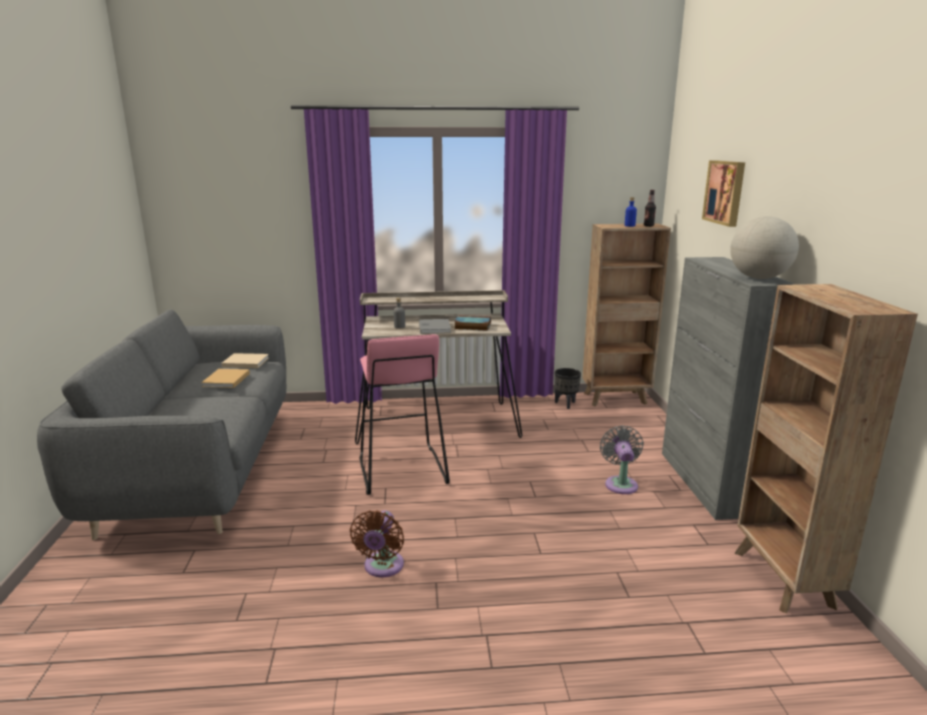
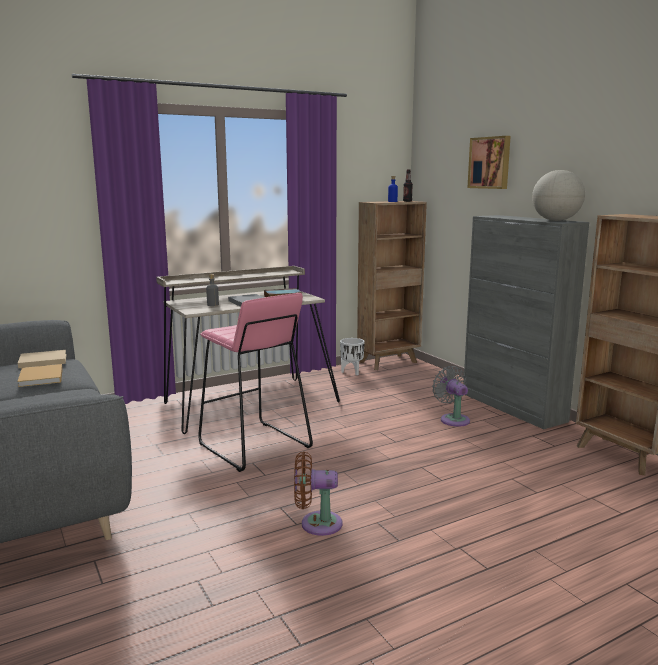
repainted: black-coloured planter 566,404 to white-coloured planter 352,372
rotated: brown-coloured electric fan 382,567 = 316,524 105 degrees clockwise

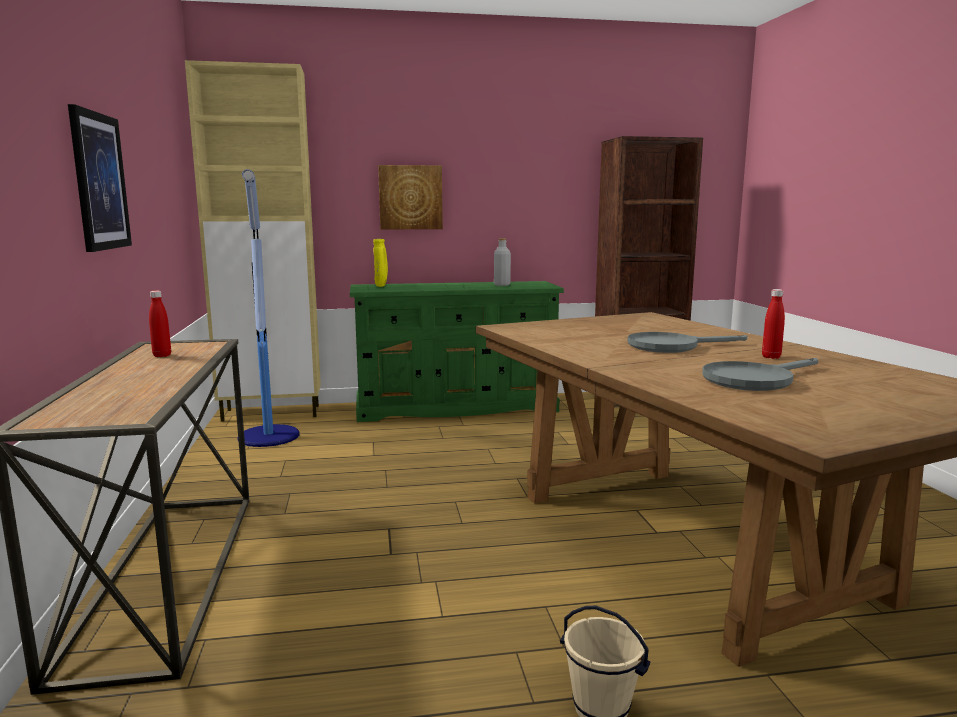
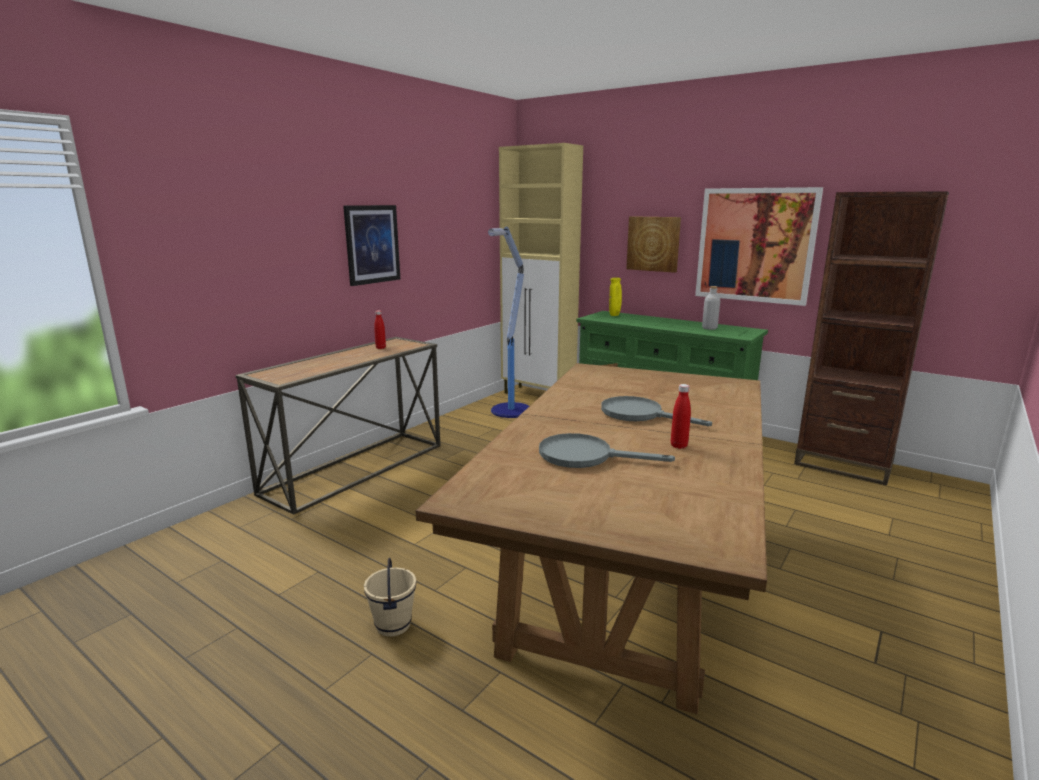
new: picture 755,245

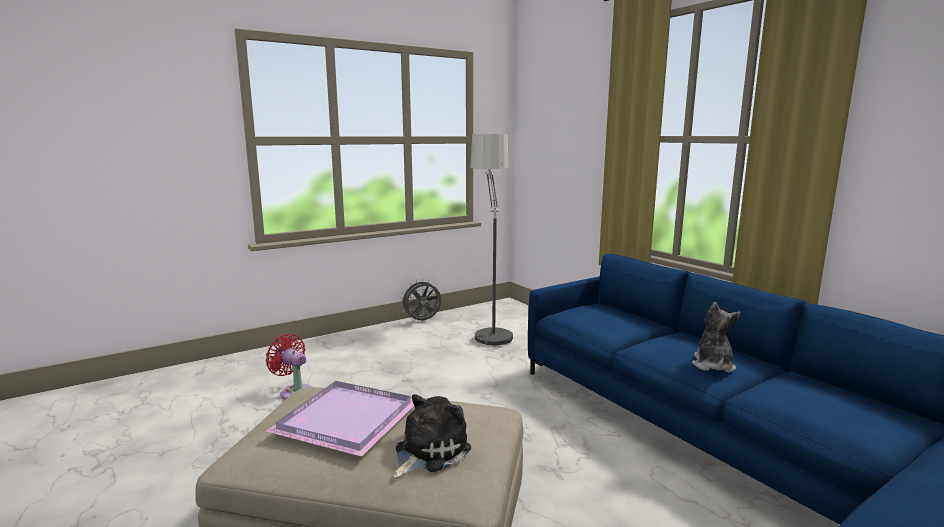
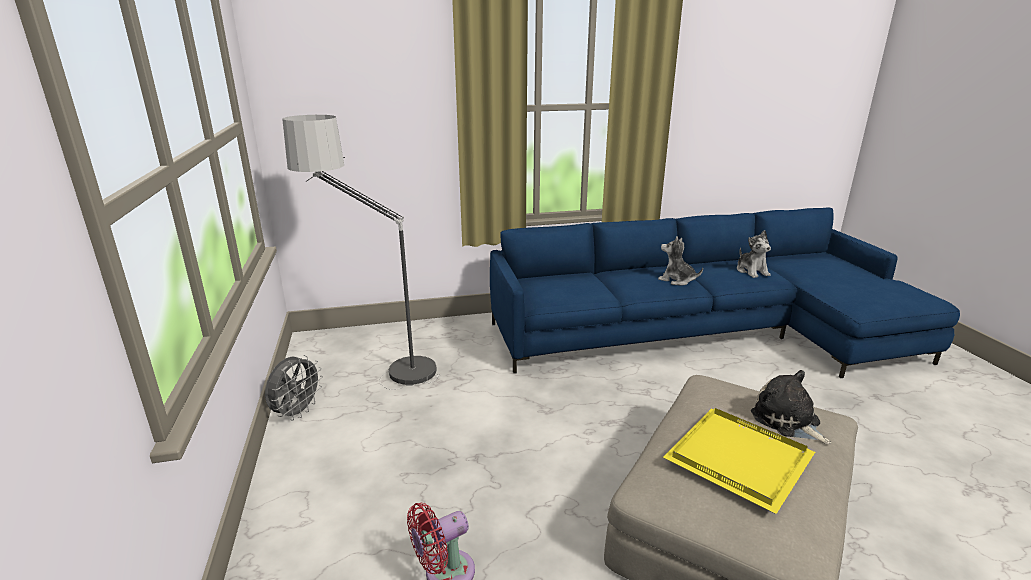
new: plush toy 751,271
repainted: purple-coloured serving tray 347,421 to yellowish serving tray 741,458
rotated: grey electric fan 422,321 = 297,412 150 degrees counterclockwise

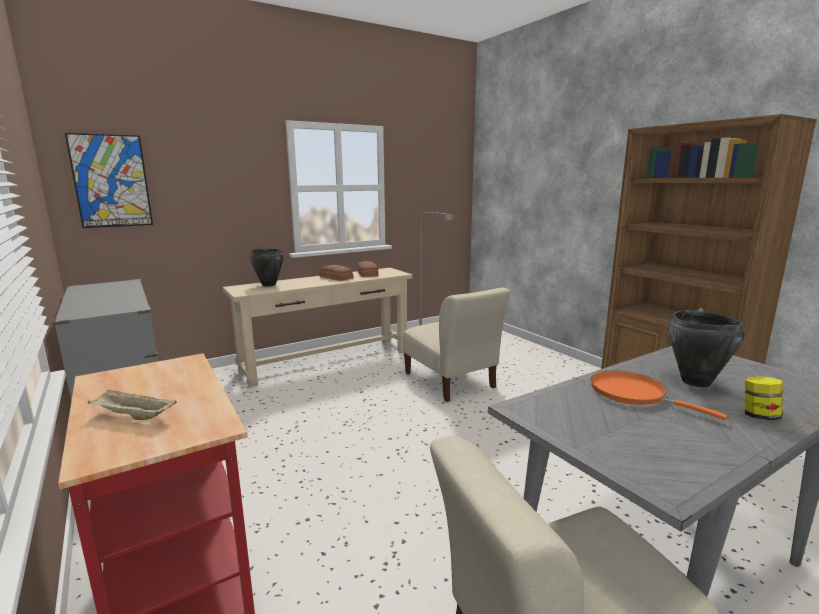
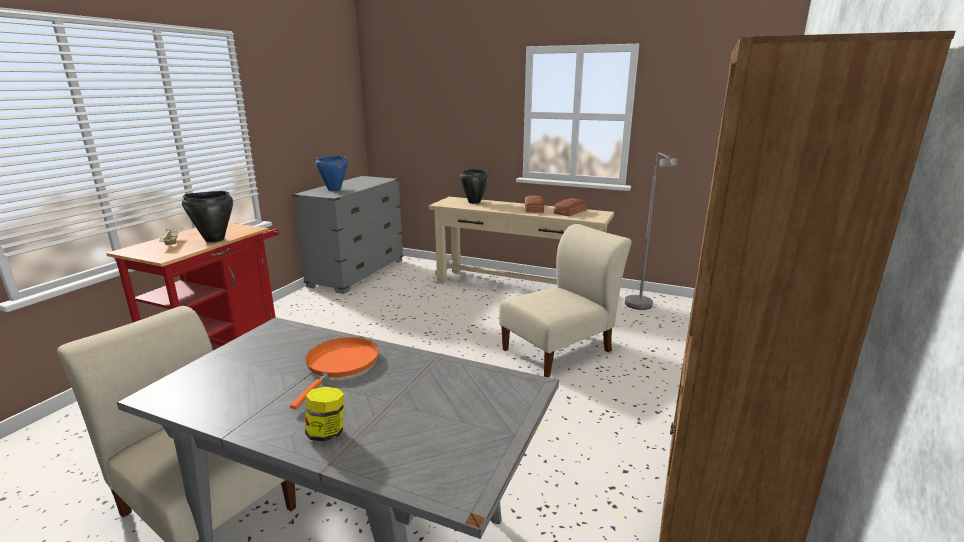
gone: picture 111,181
new: blue-coloured saucepot 334,189
shifted: black-coloured saucepot 695,382 to 214,239
rotated: sand-coloured plain chair 451,382 = 560,349 150 degrees counterclockwise

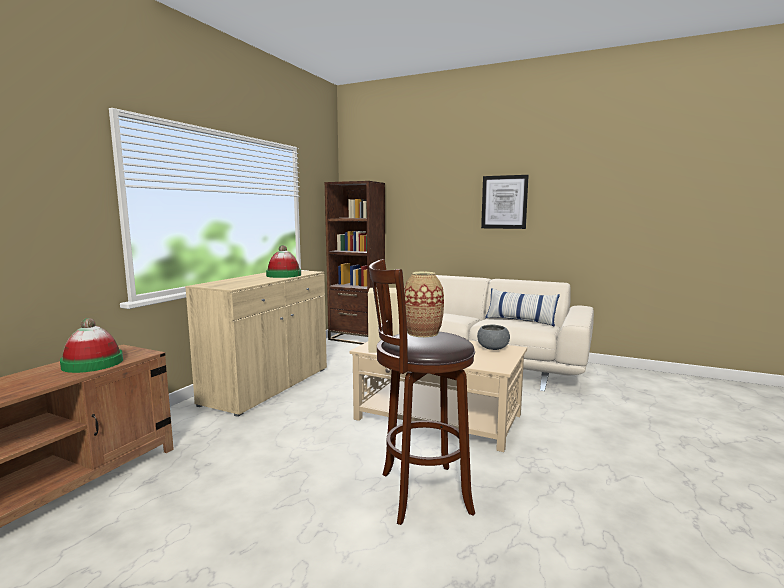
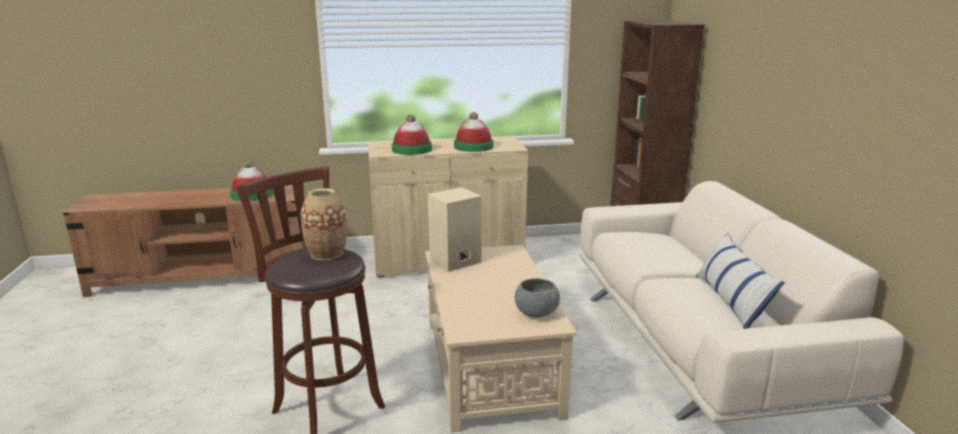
gone: picture 504,202
new: clothing hat 411,149

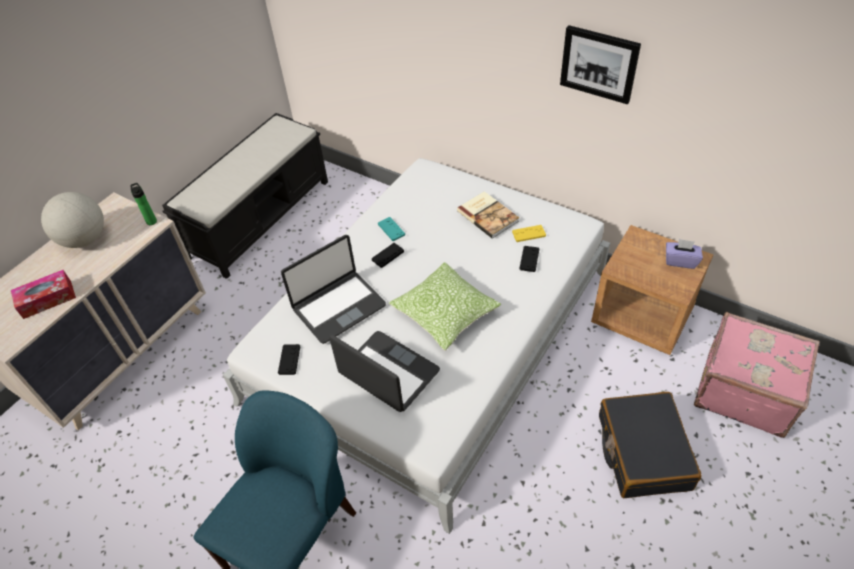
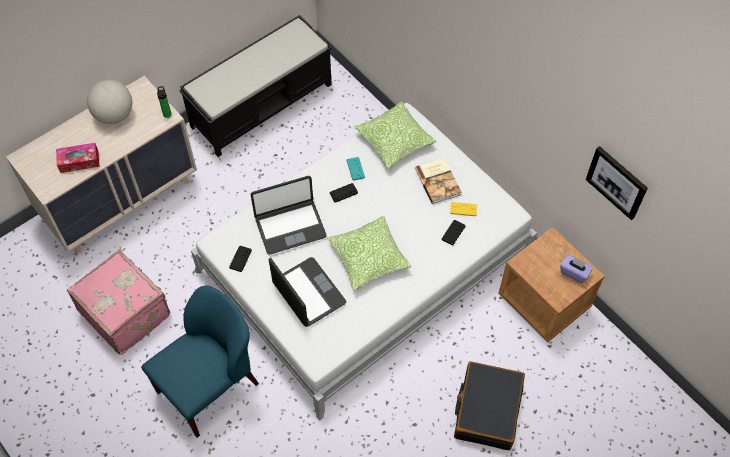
new: cushion 394,141
shifted: pink-coloured piece of luggage 744,390 to 126,312; picture 599,63 to 617,182

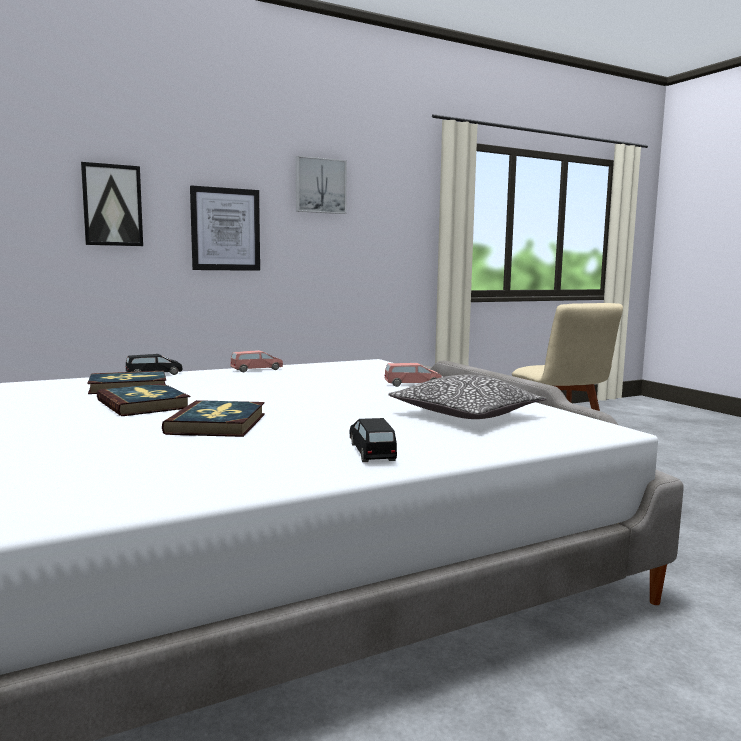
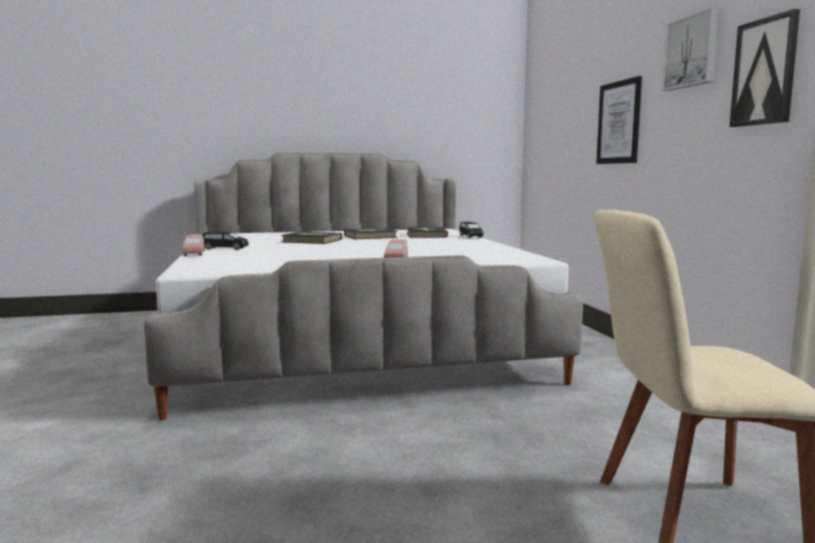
gone: cushion 465,415
shifted: pink-coloured toy car 256,370 to 194,253; picture 112,205 to 765,72

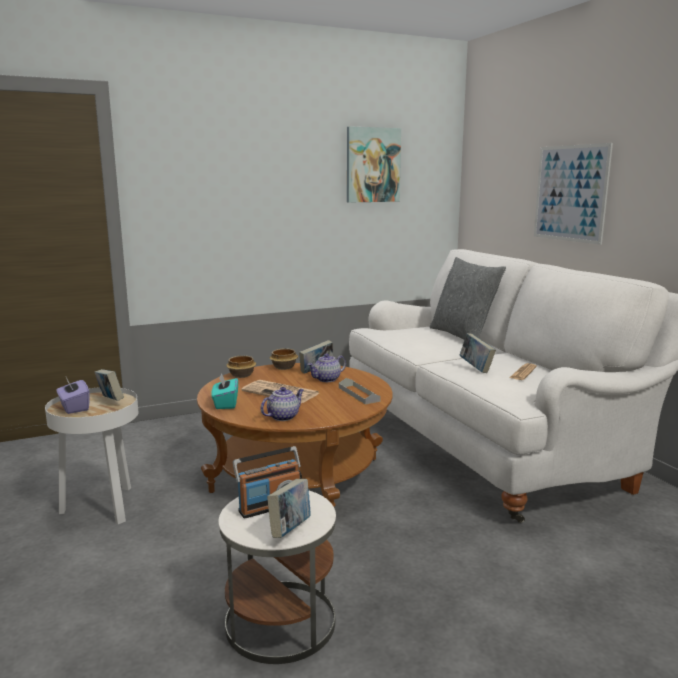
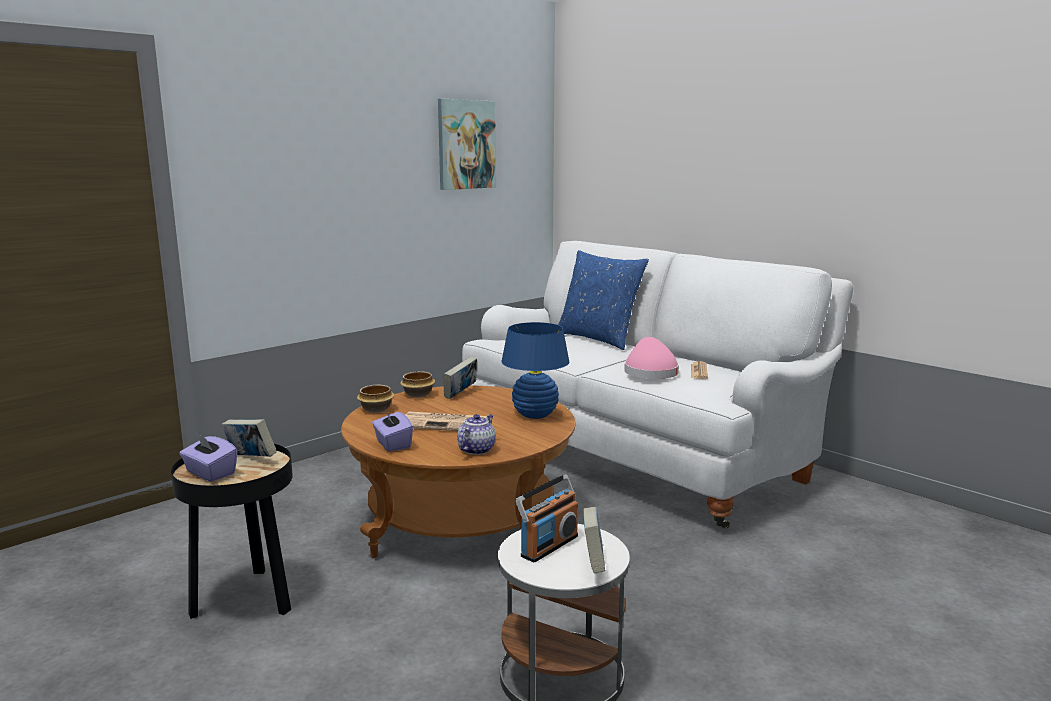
gone: pot for tea 327,379; picture 570,193
swapped: grey serving tray 358,394 to blue-coloured lamp for a table 535,415; volume 476,368 to pink-coloured clothing hat 649,372
repainted: white-coloured accent table 103,507 to black-coloured accent table 245,598; turquoise tissue box 225,403 to purple-coloured tissue box 392,444; grey cushion 463,336 to blue-coloured cushion 598,339

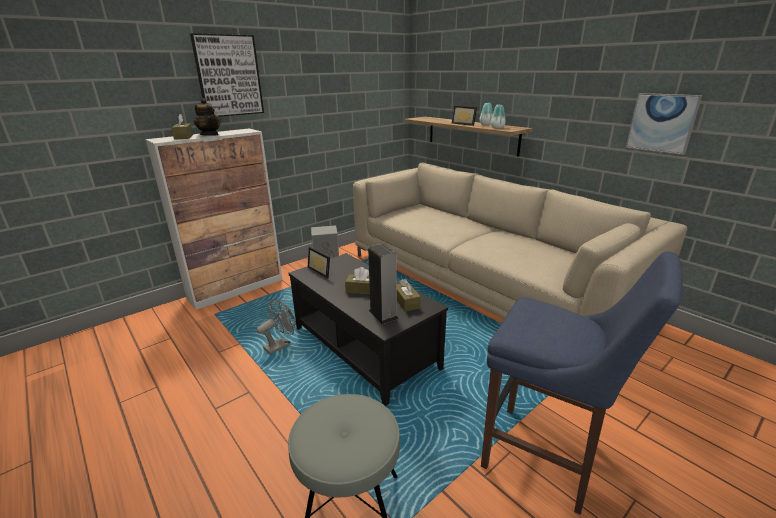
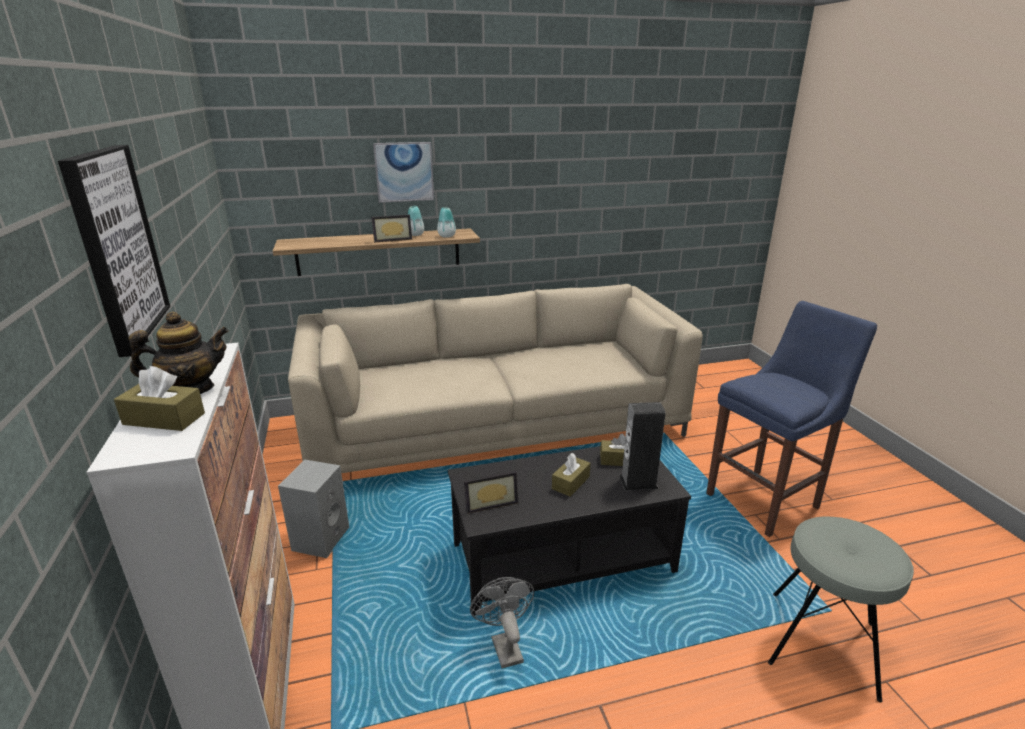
shifted: picture 662,123 to 404,172

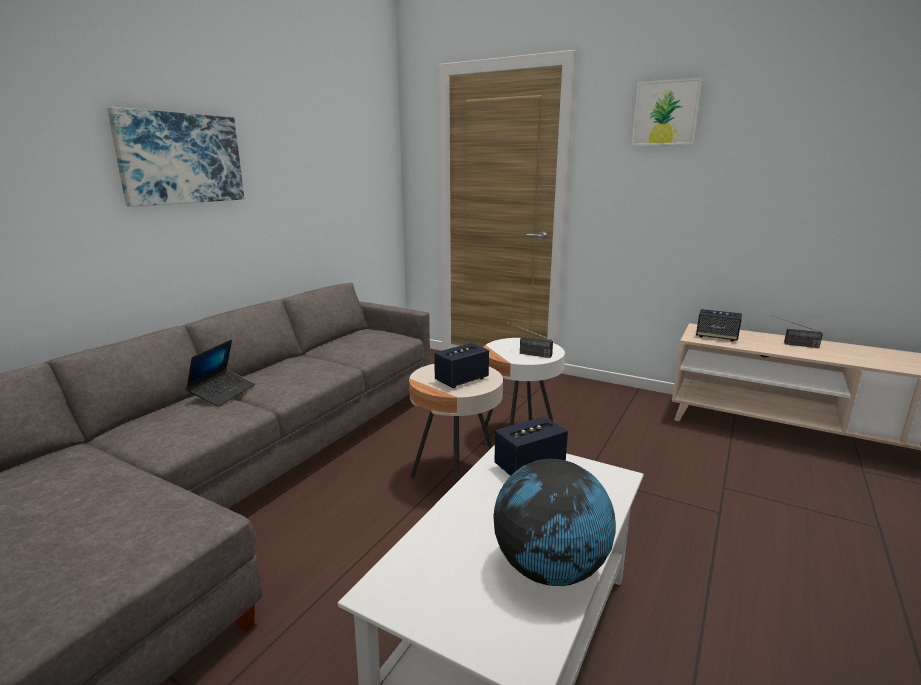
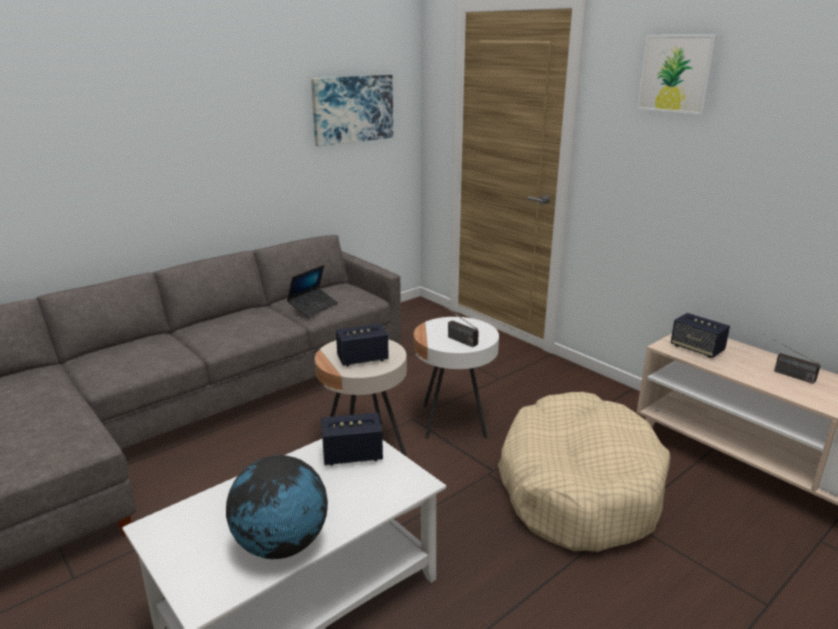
new: sand-coloured dog cushion 578,487
shifted: notebook computer 223,393 to 313,306; picture 180,158 to 352,109

